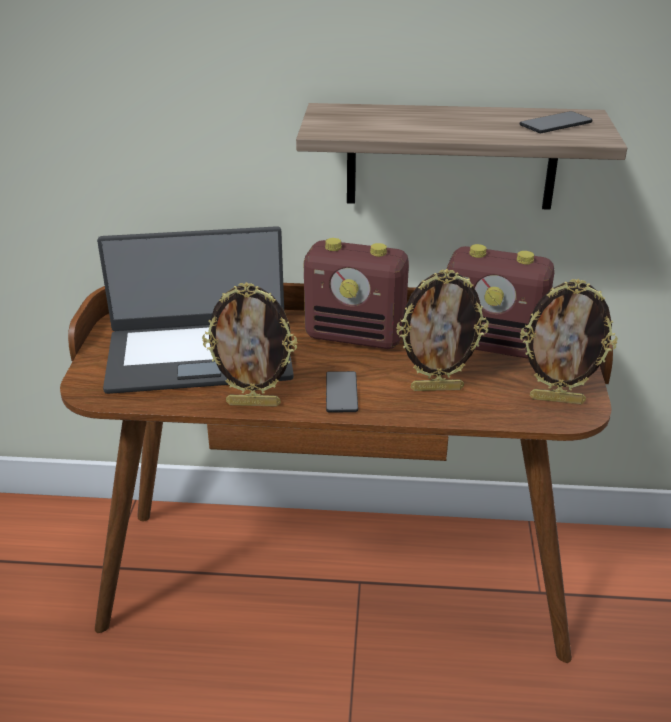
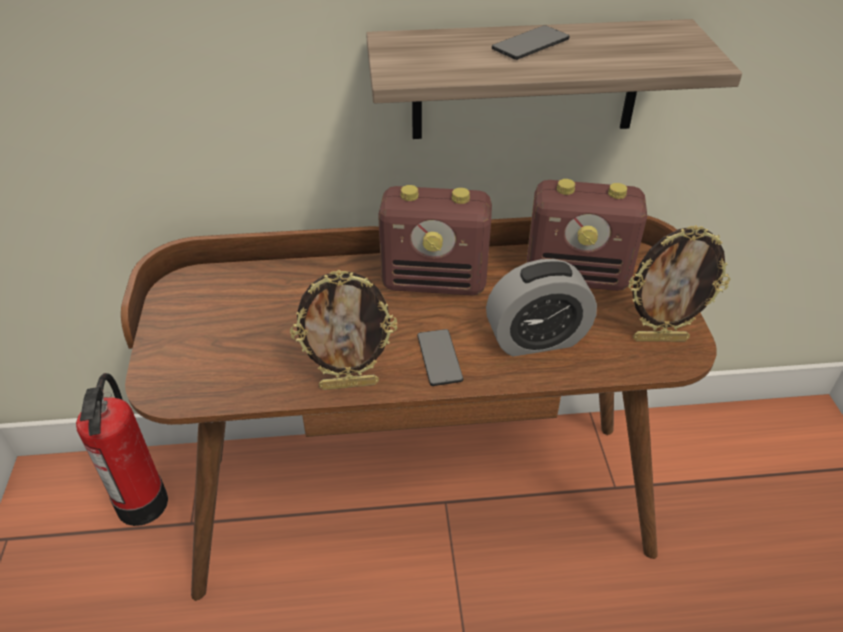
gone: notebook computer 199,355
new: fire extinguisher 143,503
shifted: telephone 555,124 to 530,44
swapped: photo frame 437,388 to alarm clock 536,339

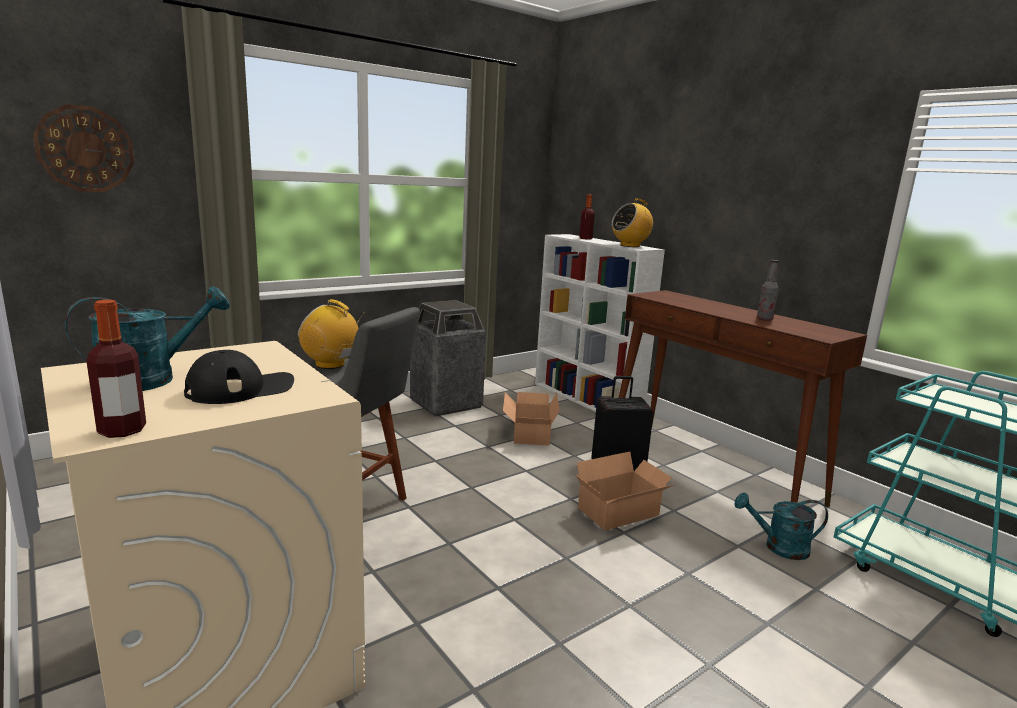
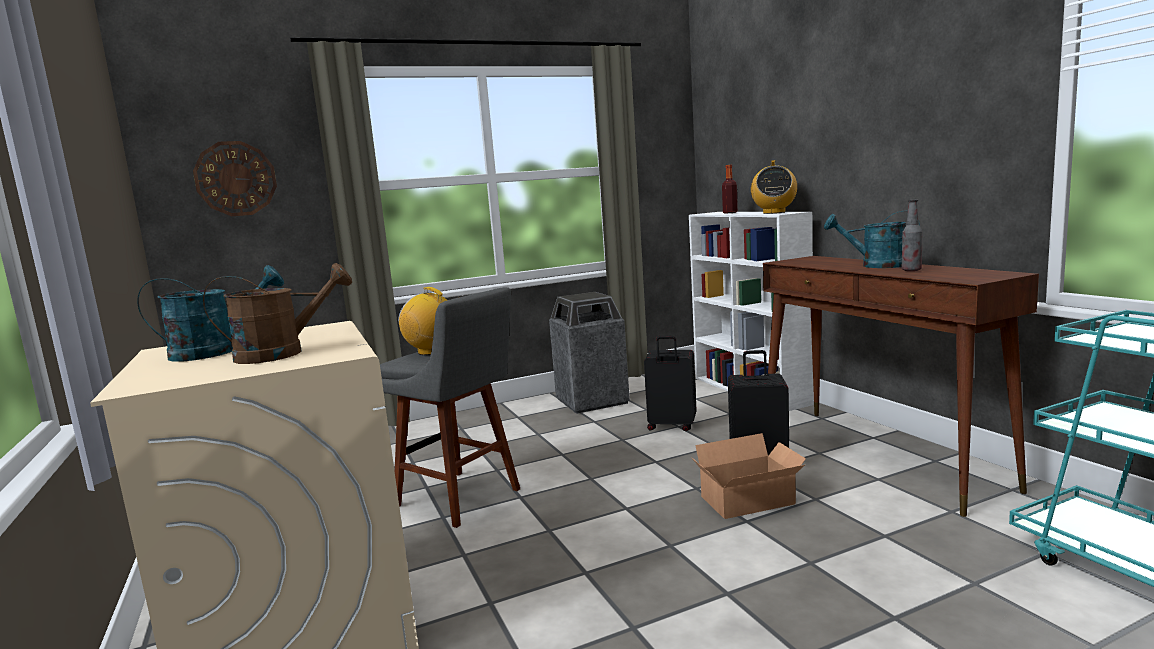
gone: beverage bottle 122,430
shifted: turquoise sprinkling can 778,547 to 875,266
swapped: black-coloured peaked cap 241,389 to brown-coloured sprinkling can 282,353; cardboard box 529,434 to black-coloured piece of luggage 671,426
rotated: radio 630,245 = 774,212 60 degrees counterclockwise

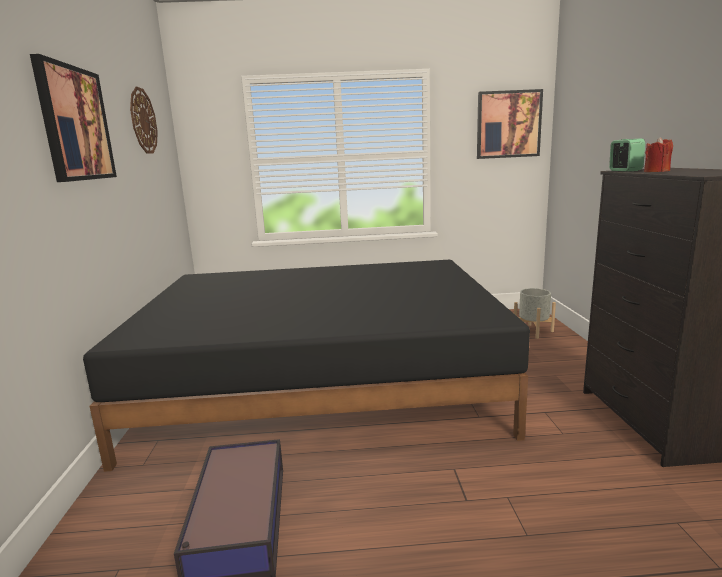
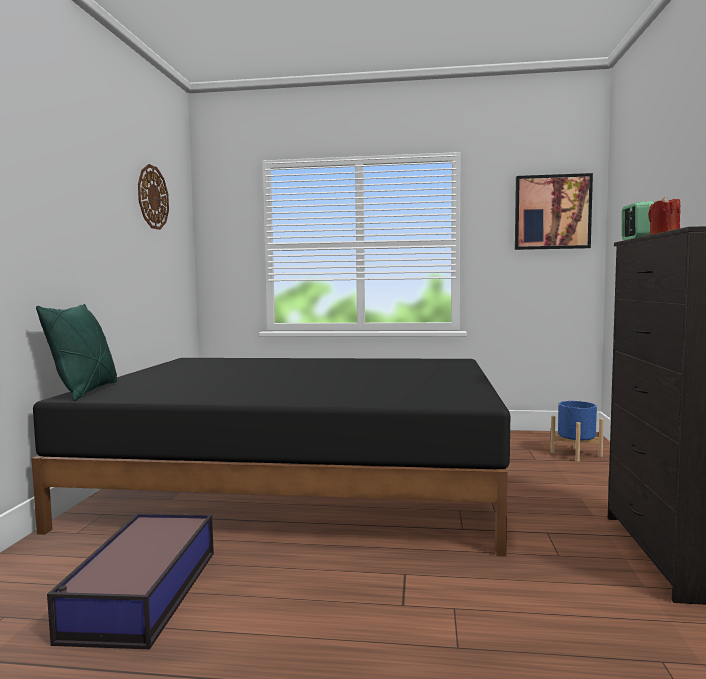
gone: picture 75,124
new: green-coloured cushion 85,391
repainted: grey planter 533,331 to blue-coloured planter 575,454

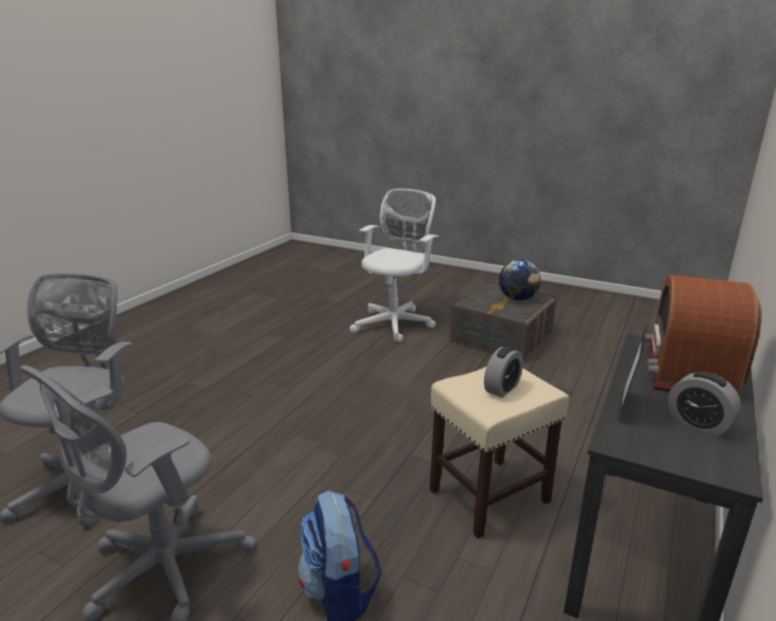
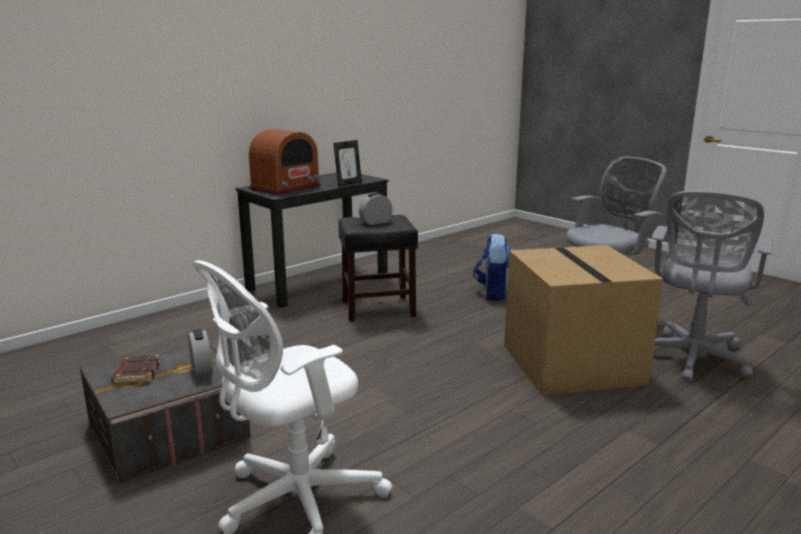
new: cardboard box 574,364
shifted: alarm clock 698,424 to 201,370
swapped: desk globe 518,299 to brown-coloured volume 136,373
repainted: sand-coloured stool 490,495 to black-coloured stool 377,309

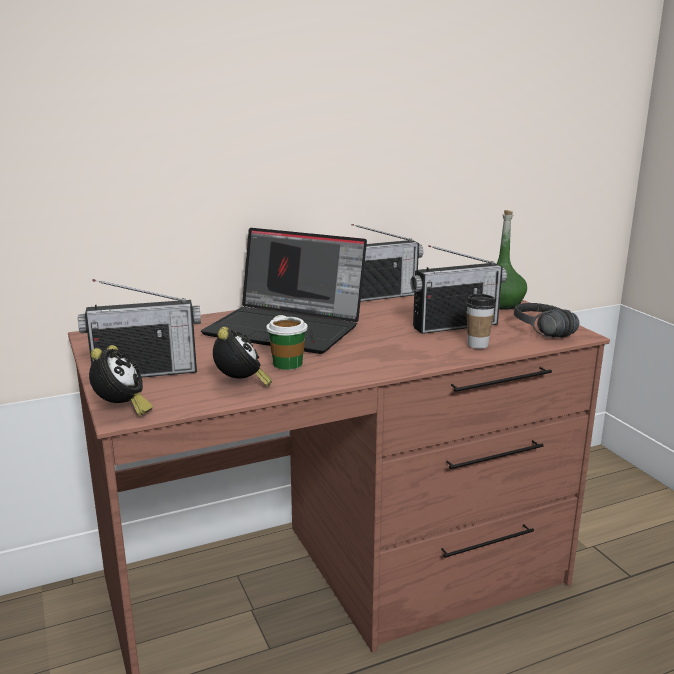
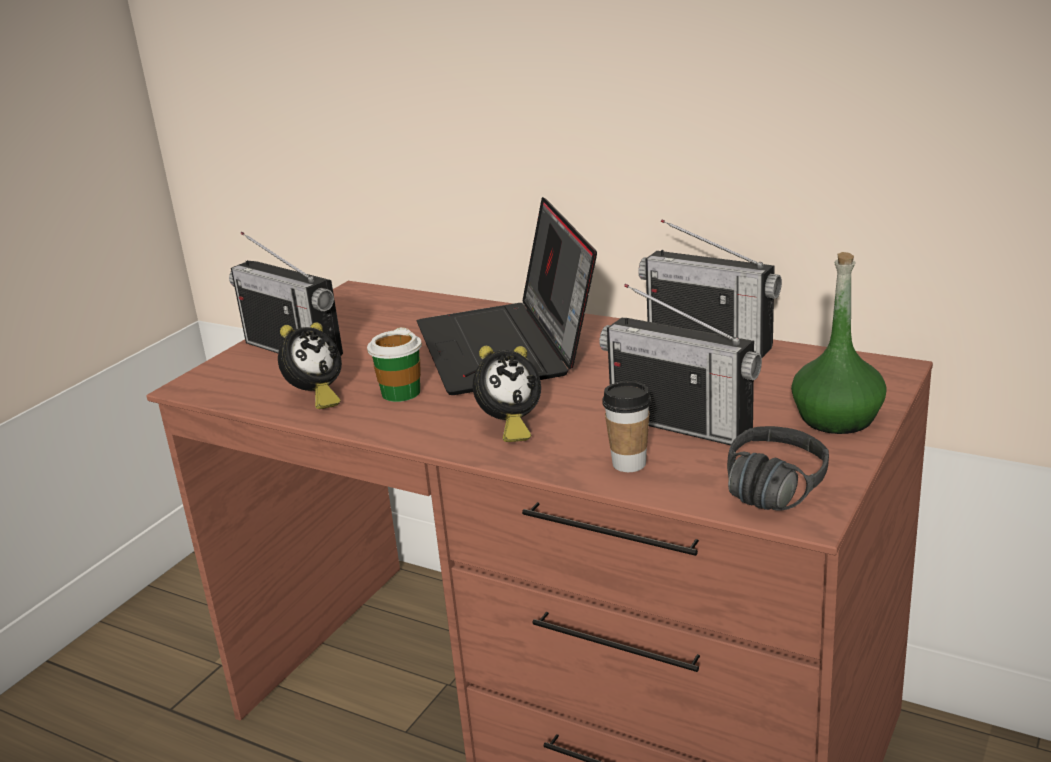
shifted: alarm clock 122,409 to 508,427

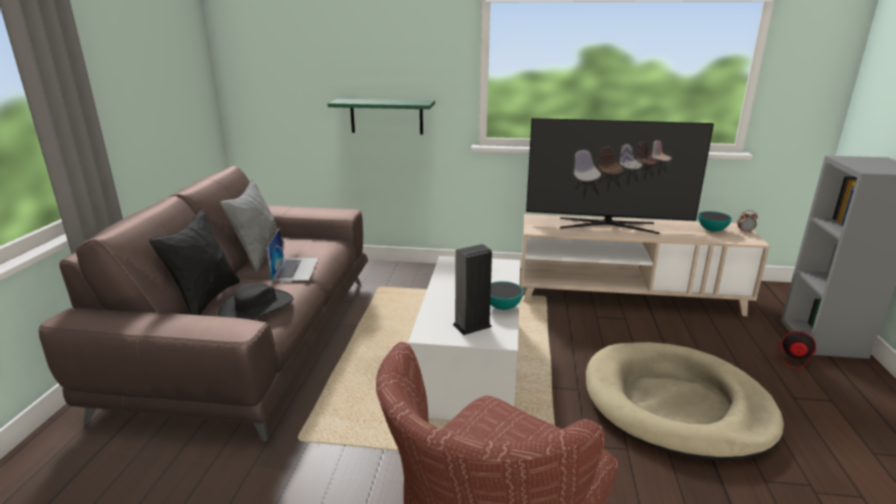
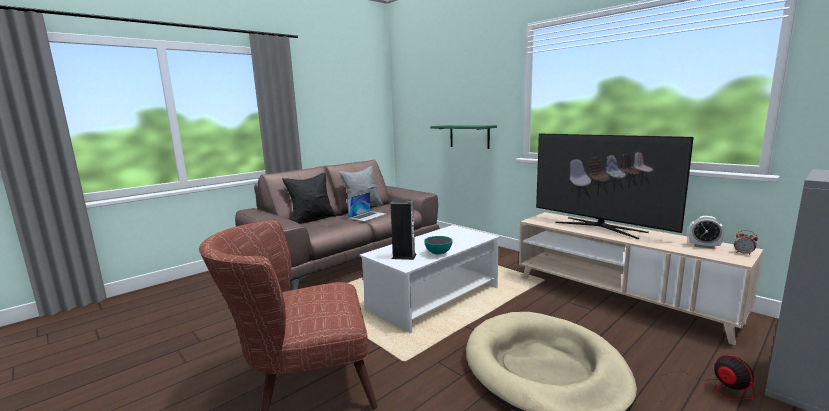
gone: black-coloured clothing hat 257,307
swapped: serving bowl 712,230 to alarm clock 703,246

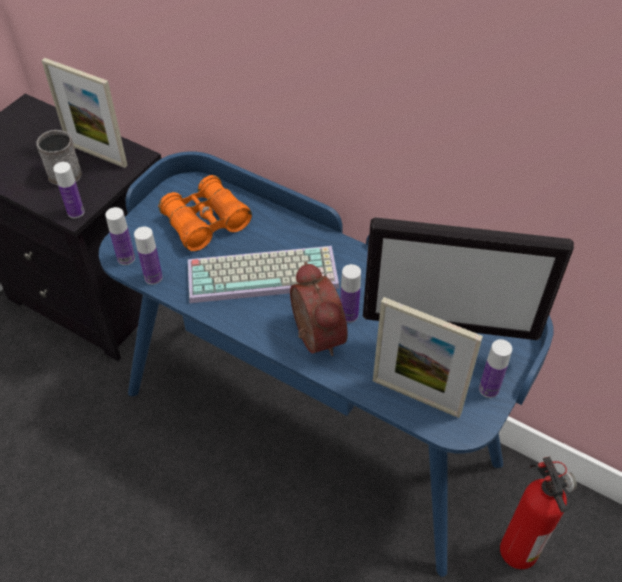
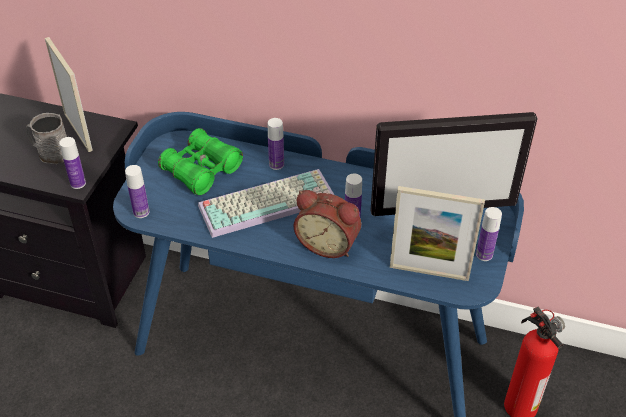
shifted: beverage bottle 153,277 to 276,164
repainted: orangey binoculars 206,222 to green-coloured binoculars 202,170
rotated: photo frame 96,154 = 78,132 135 degrees counterclockwise; alarm clock 313,337 = 328,243 150 degrees clockwise

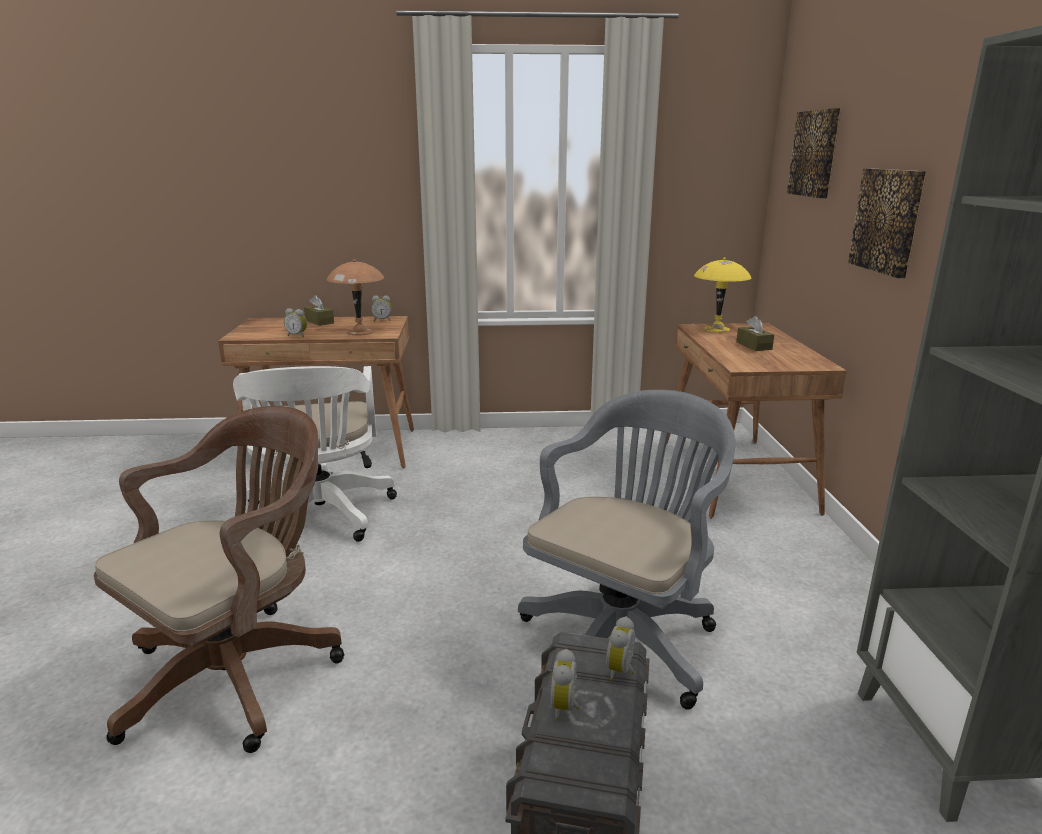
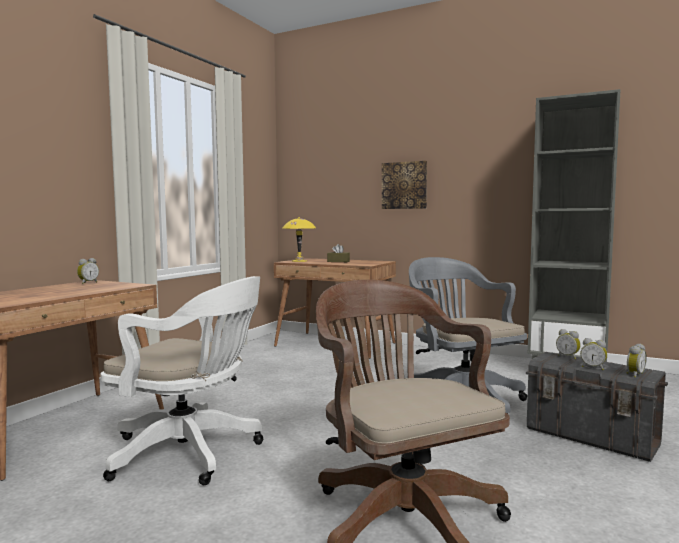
gone: brown-coloured tissue box 319,321; brown-coloured lamp for a table 360,332; picture 815,153
shifted: alarm clock 297,335 to 634,375

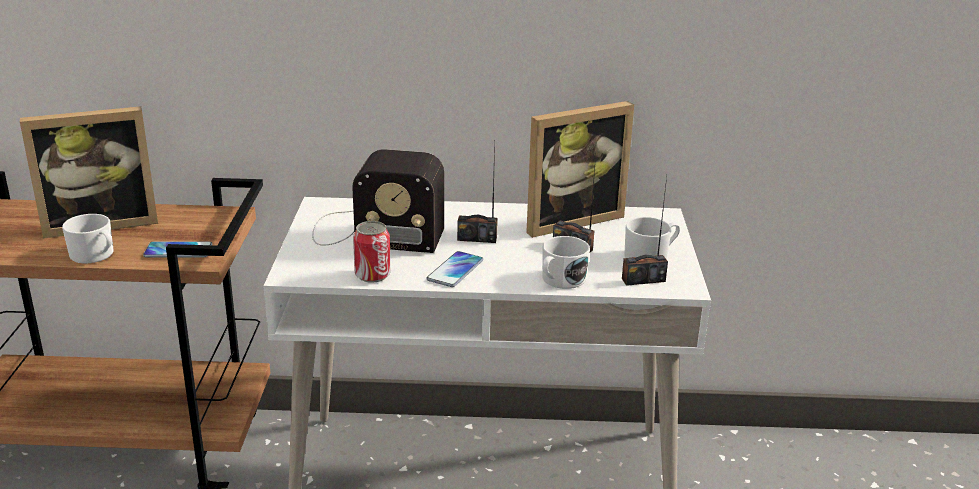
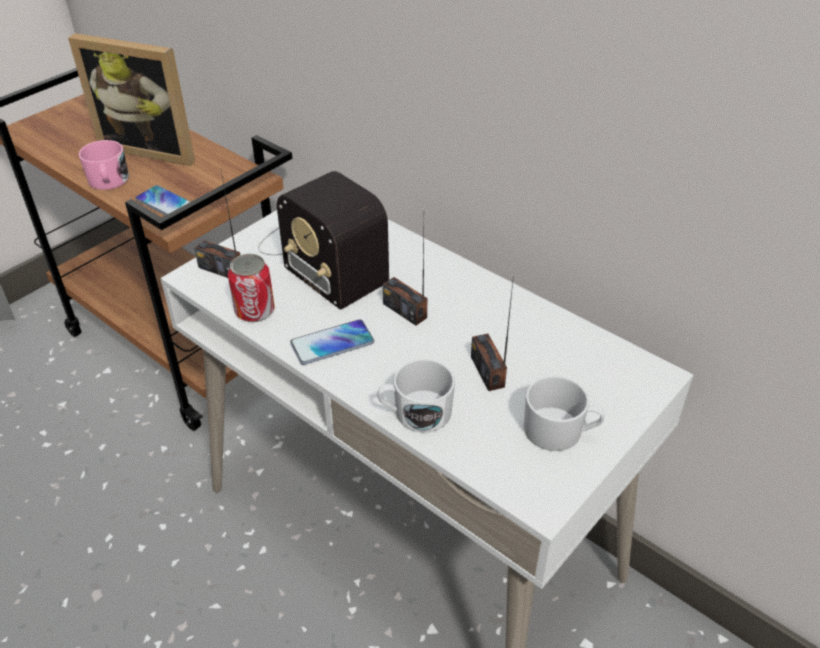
gone: photo frame 569,219
shifted: radio 643,280 to 221,269
repainted: white-coloured tea mug 95,255 to pink-coloured tea mug 109,182

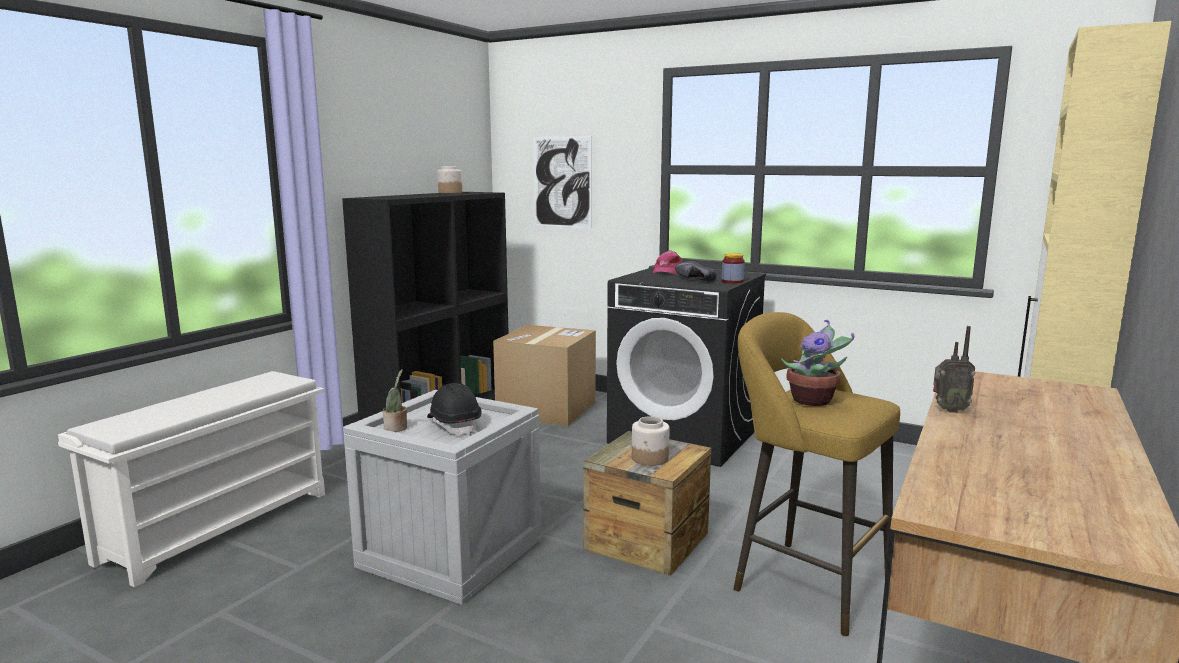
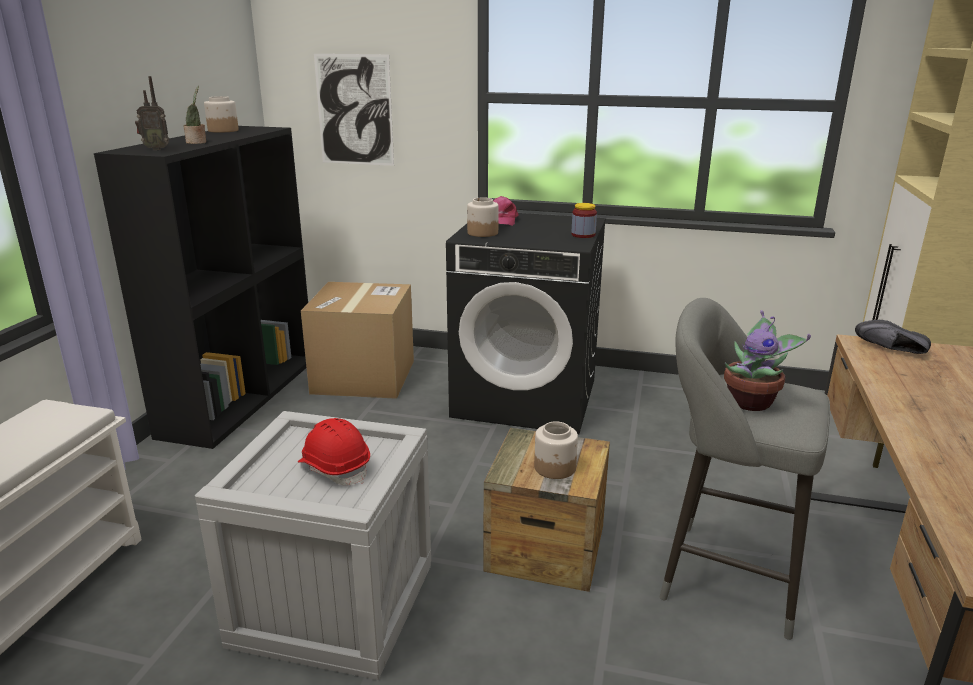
new: preserve jar 482,233
shifted: radio 948,410 to 156,149; plant in a pot 396,428 to 197,142; black-coloured low shoe 692,280 to 891,350
repainted: black-coloured hard hat 454,425 to red-coloured hard hat 335,468; yellowish stool 804,581 to grey stool 722,574

